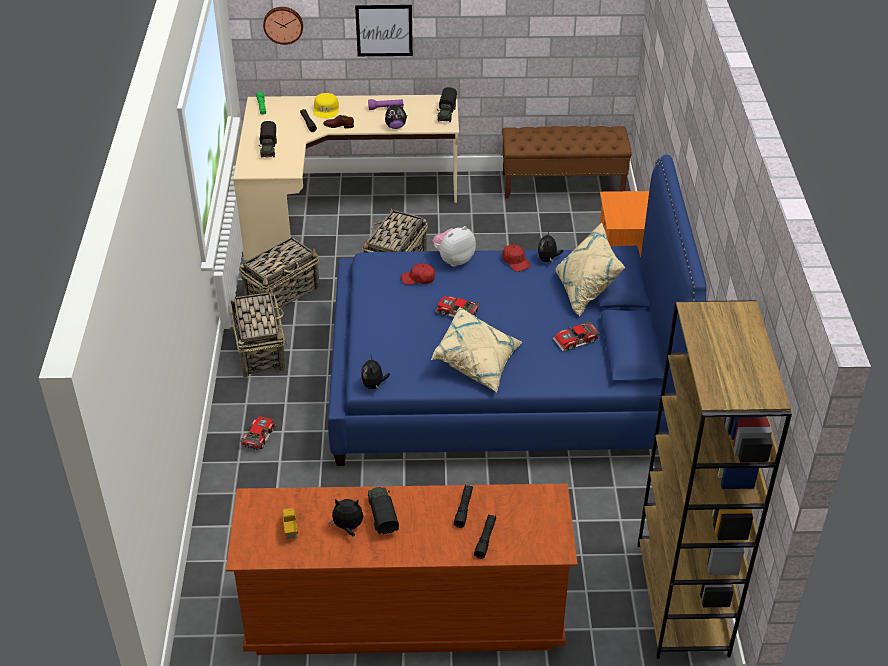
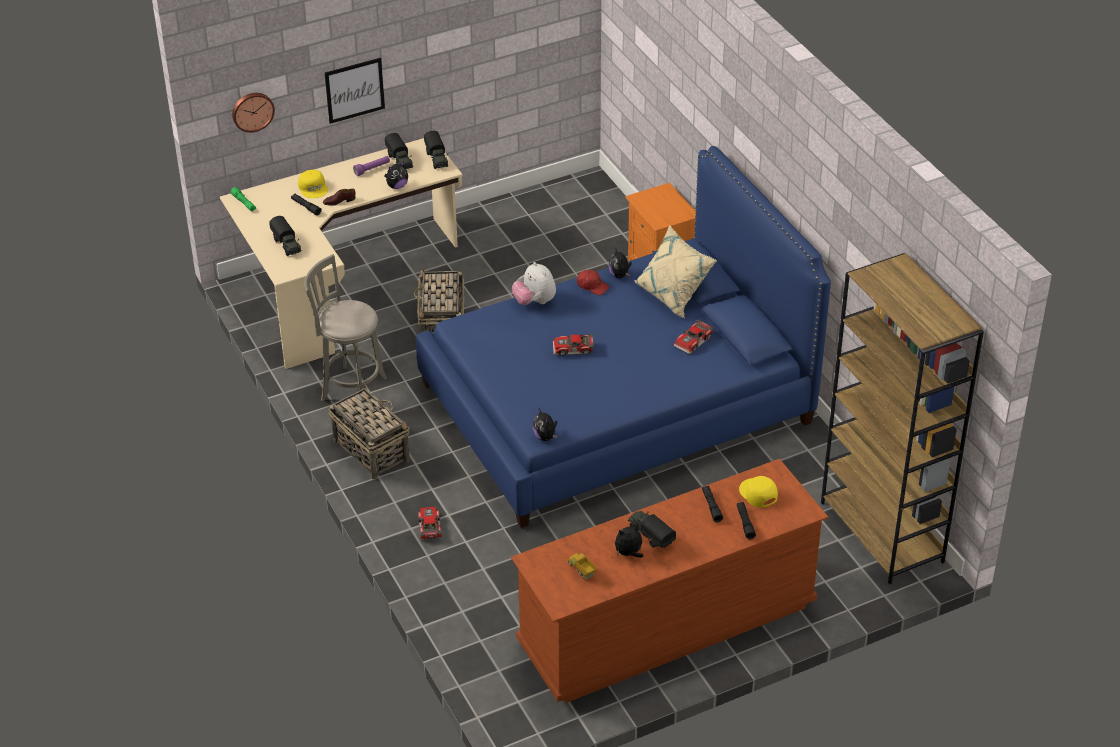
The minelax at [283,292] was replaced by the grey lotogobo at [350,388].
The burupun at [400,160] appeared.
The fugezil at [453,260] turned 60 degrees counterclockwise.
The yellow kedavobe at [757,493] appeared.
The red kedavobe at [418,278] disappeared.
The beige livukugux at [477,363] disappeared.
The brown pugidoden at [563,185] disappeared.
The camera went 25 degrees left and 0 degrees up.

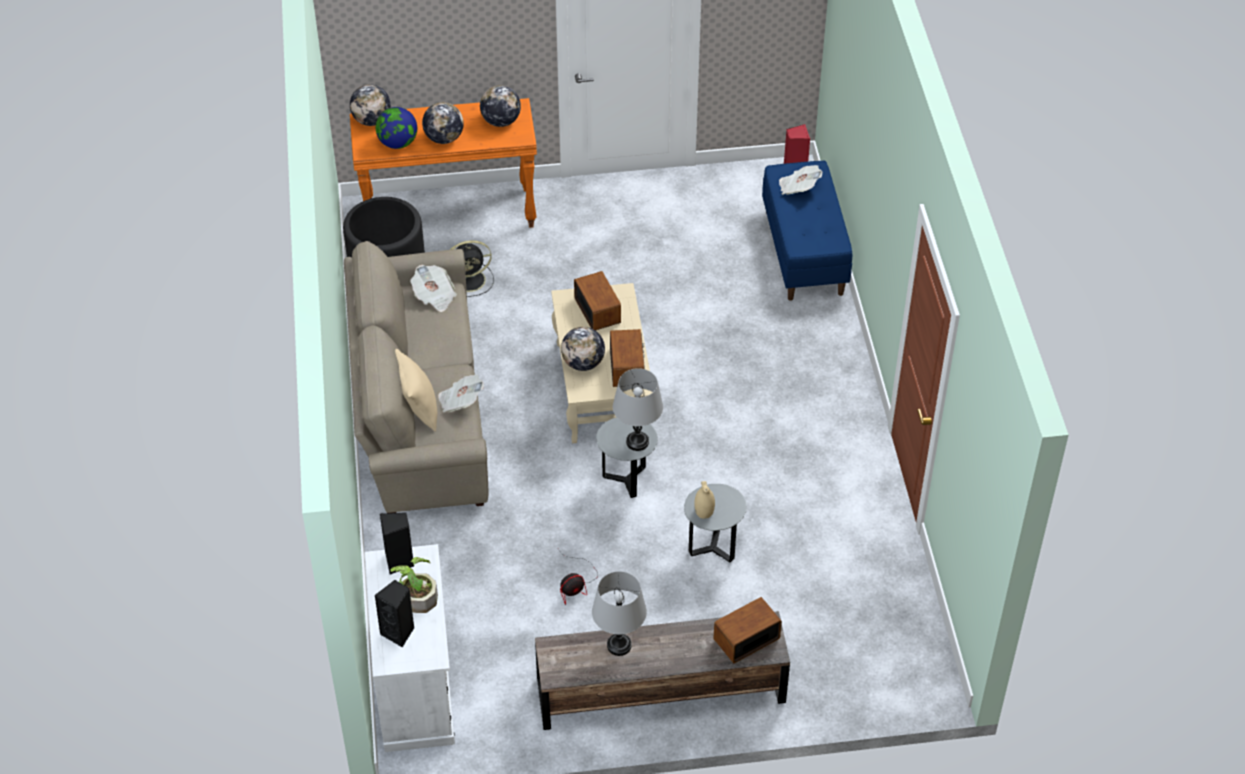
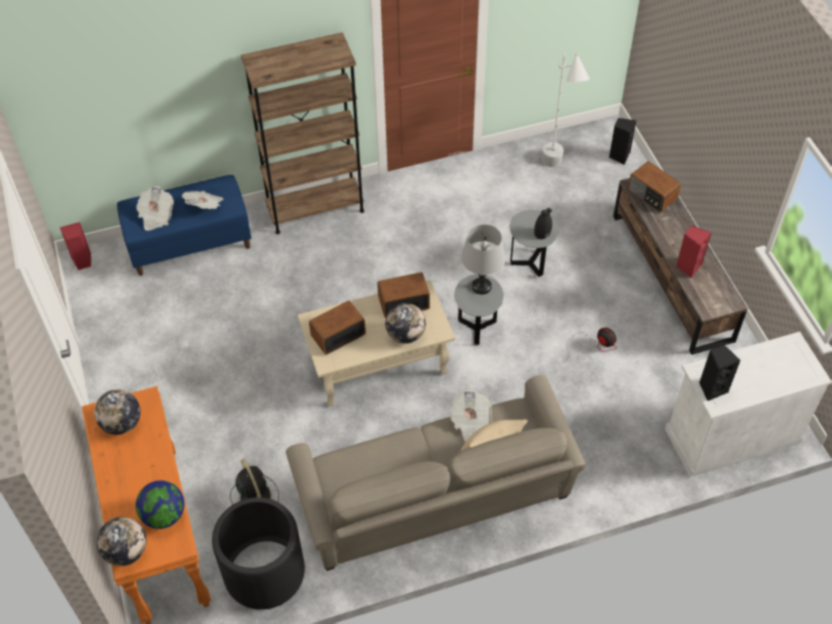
The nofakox moved from [434,296] to [205,206].
The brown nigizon at [315,208] appeared.
The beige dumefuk at [704,512] became the black dumefuk at [542,234].
The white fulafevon at [557,172] appeared.
The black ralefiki moved from [399,632] to [619,156].
The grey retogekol at [619,645] was replaced by the red ralefiki at [688,267].
The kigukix at [416,596] disappeared.
The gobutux at [444,138] disappeared.
The camera went 100 degrees left and 5 degrees up.

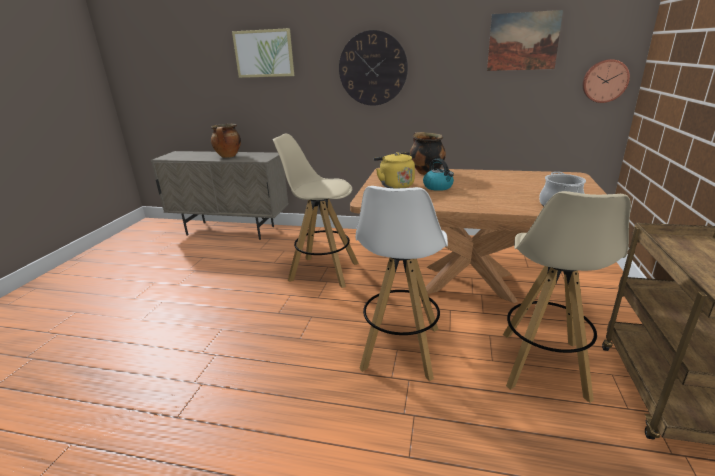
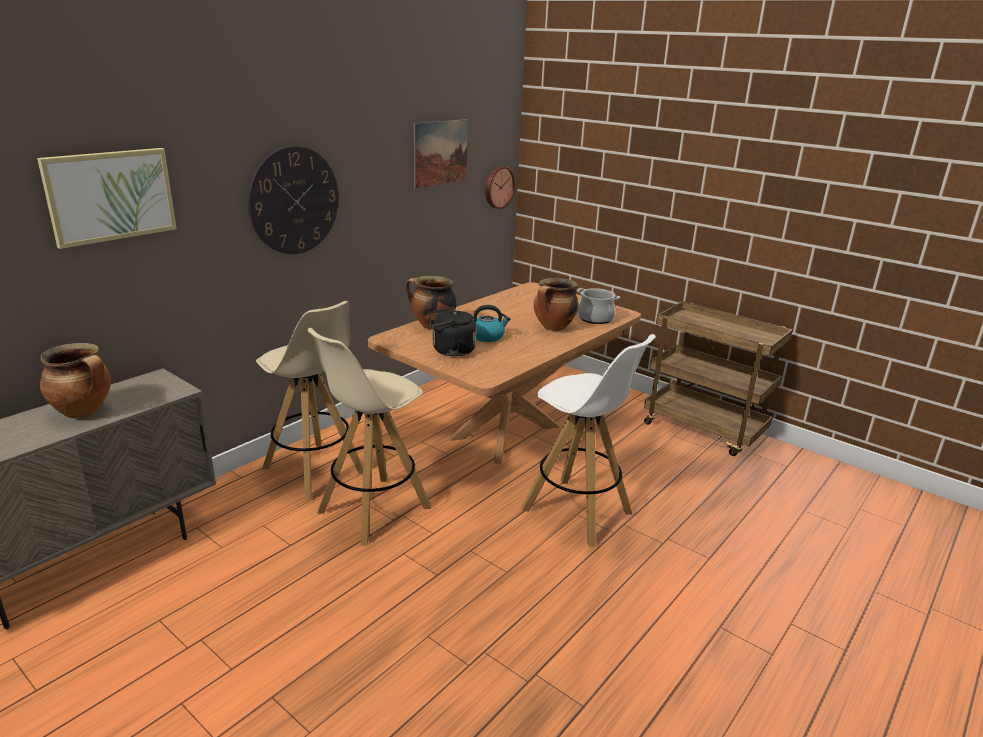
The beige lotogobo moved from [543,365] to [314,471].
The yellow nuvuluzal at [395,185] became the black nuvuluzal at [450,351].
The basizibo at [553,328] appeared.
The camera went 65 degrees left and 0 degrees up.

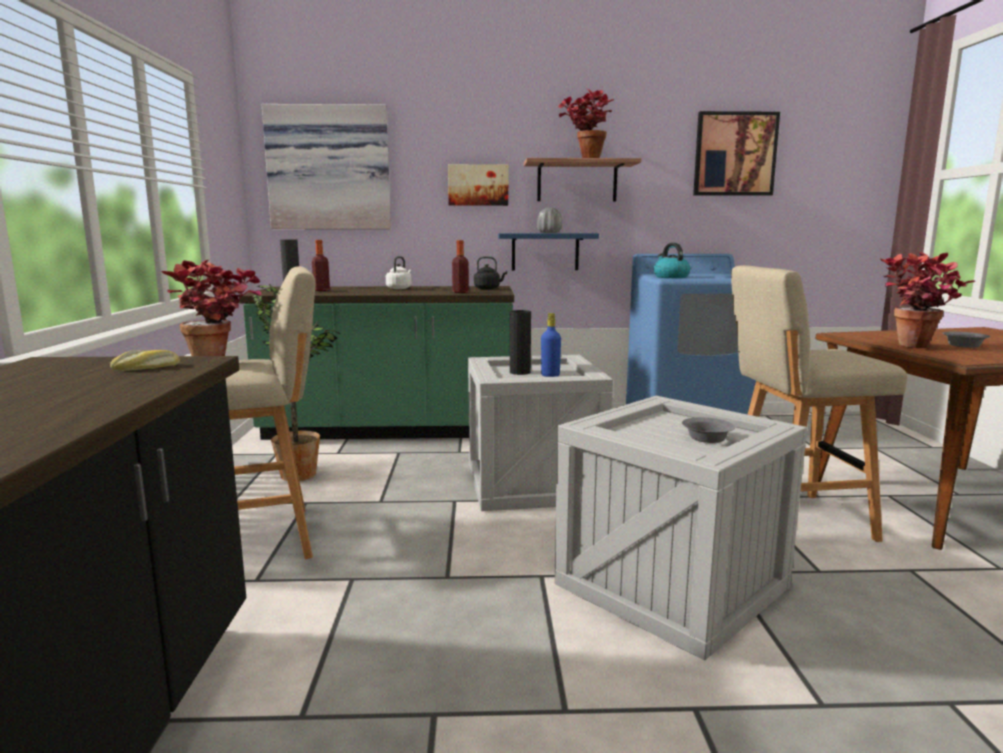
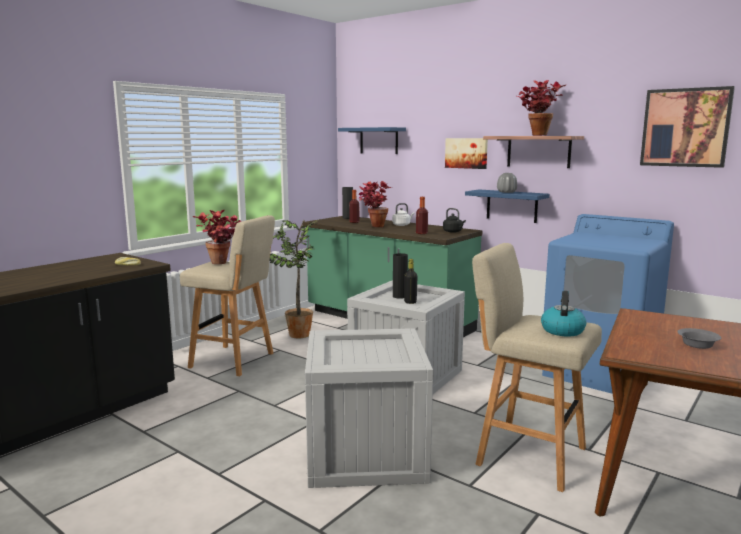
The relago at [329,168] was replaced by the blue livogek at [379,140].
The kigukix moved from [915,348] to [373,227].
The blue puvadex at [550,375] became the black puvadex at [410,302].
The nuvuluzal moved from [670,277] to [562,330].
The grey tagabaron at [706,438] disappeared.
The camera went 40 degrees right and 0 degrees up.

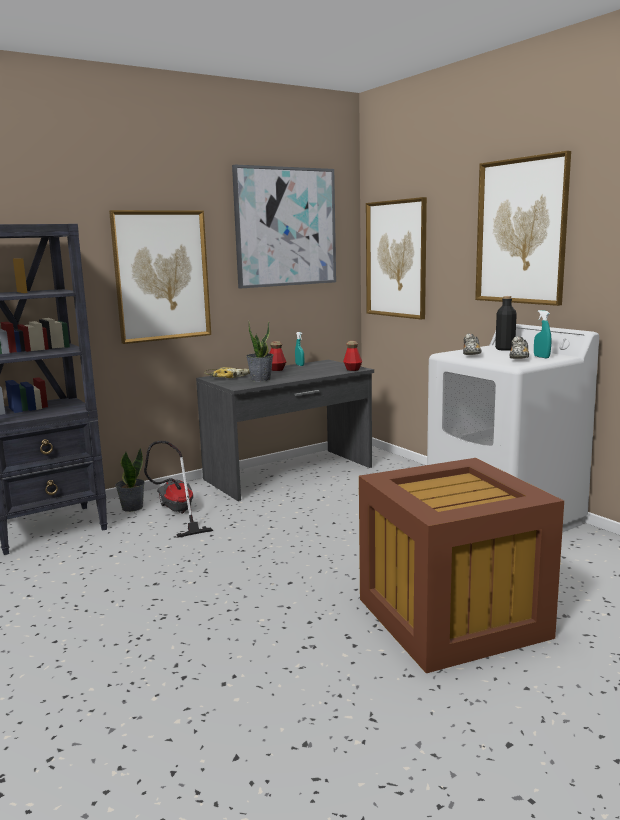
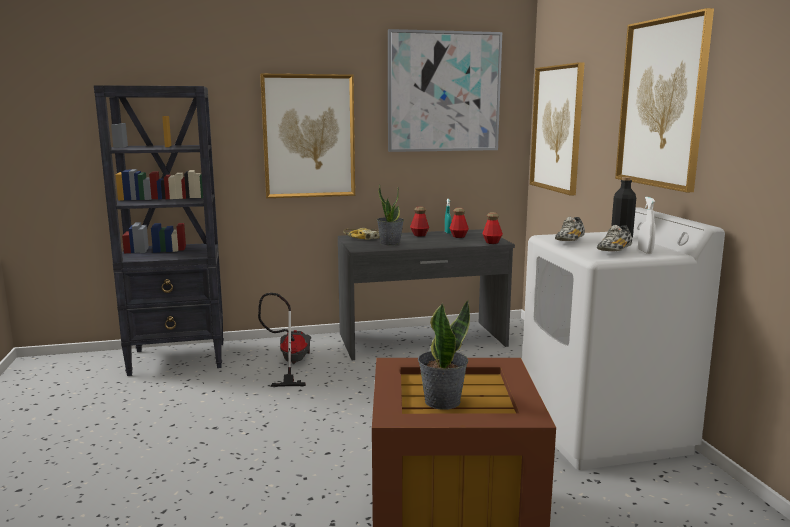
The kigukix moved from [132,507] to [441,401].
The puvadex at [458,236] appeared.
The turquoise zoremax at [541,357] became the white zoremax at [645,252].
The camera went 20 degrees right and 0 degrees up.

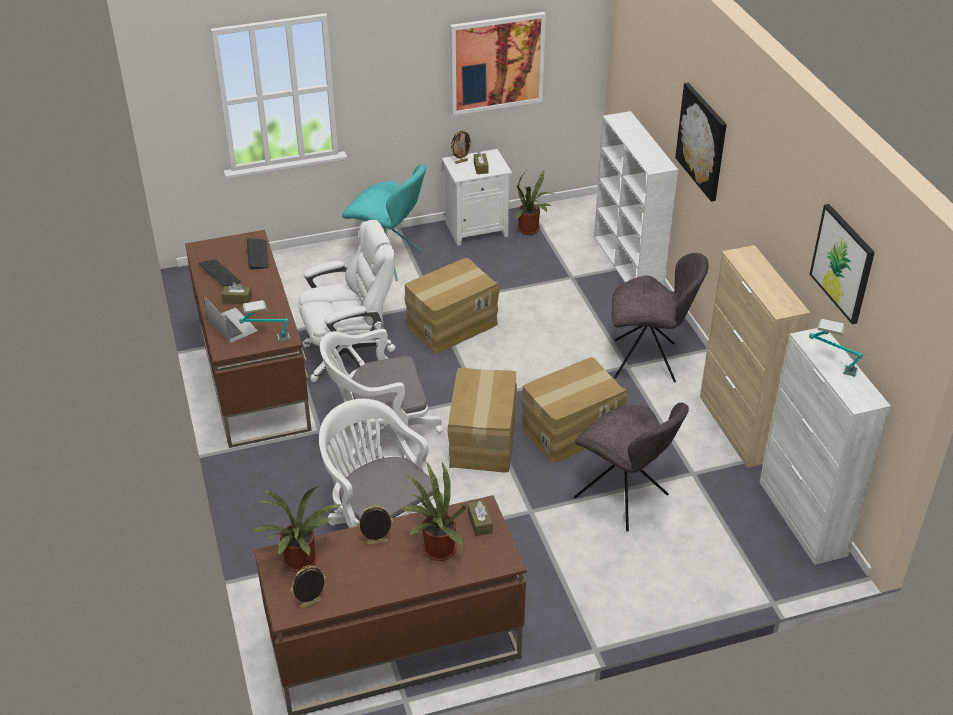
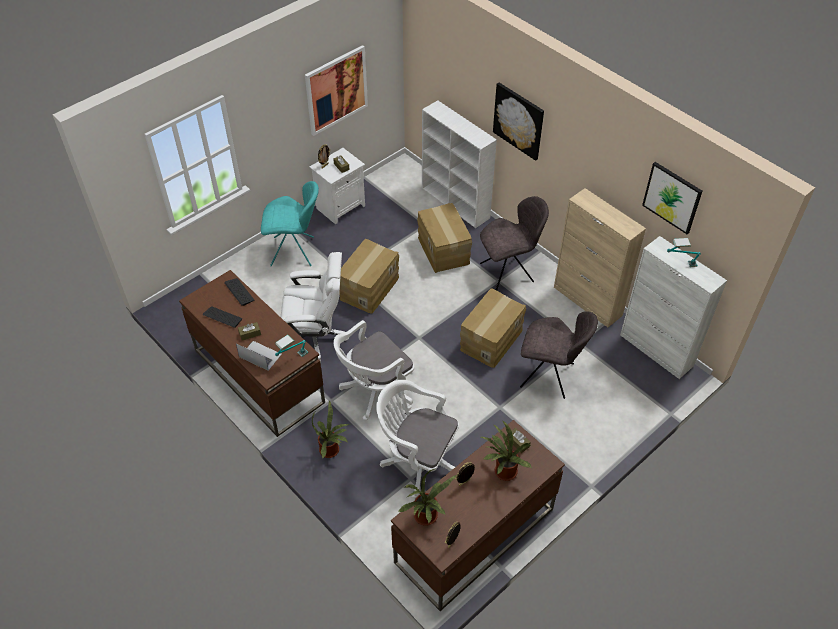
The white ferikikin at [350,356] turned 45 degrees clockwise.
The kigukix moved from [530,230] to [331,450].
The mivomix moved from [484,440] to [444,250].
The camera went 25 degrees left and 10 degrees up.

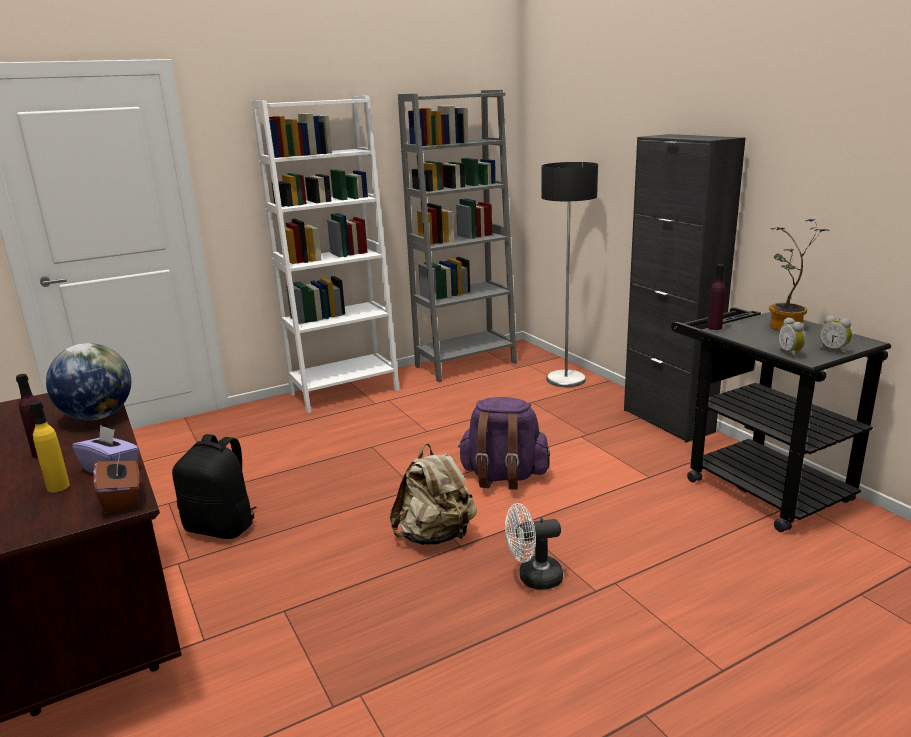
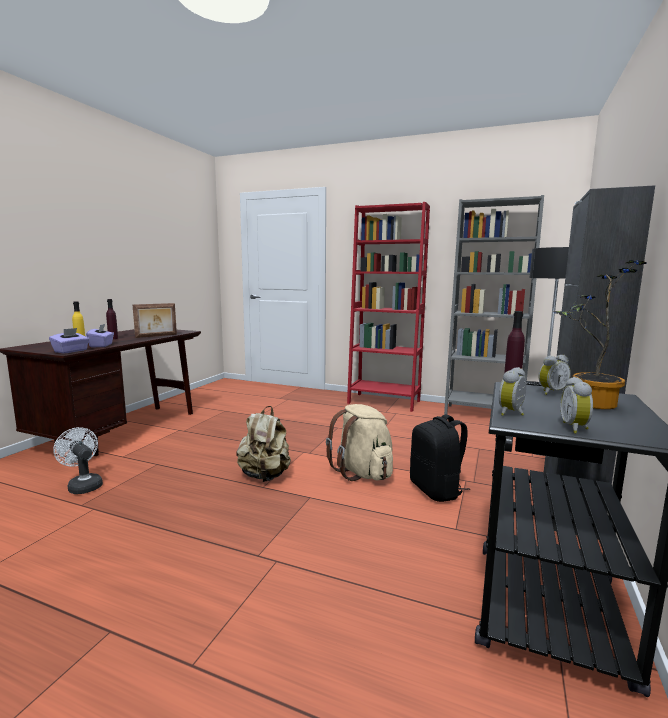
The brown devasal at [122,499] became the purple devasal at [71,351].
The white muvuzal moved from [533,578] to [83,485].
The gobutux at [97,416] was replaced by the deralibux at [156,336].
The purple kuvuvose at [503,477] became the beige kuvuvose at [362,472].
The white nigizon at [344,392] became the red nigizon at [384,402].
The black kuvuvose moved from [222,527] to [436,490].
The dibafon at [550,392] appeared.
The camera went 50 degrees right and 10 degrees down.

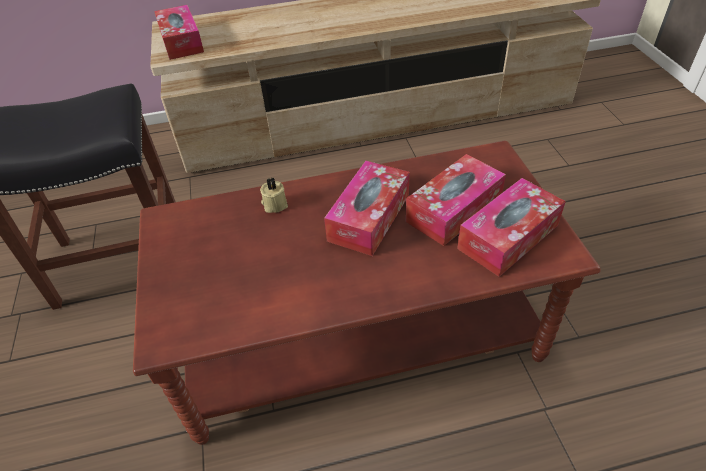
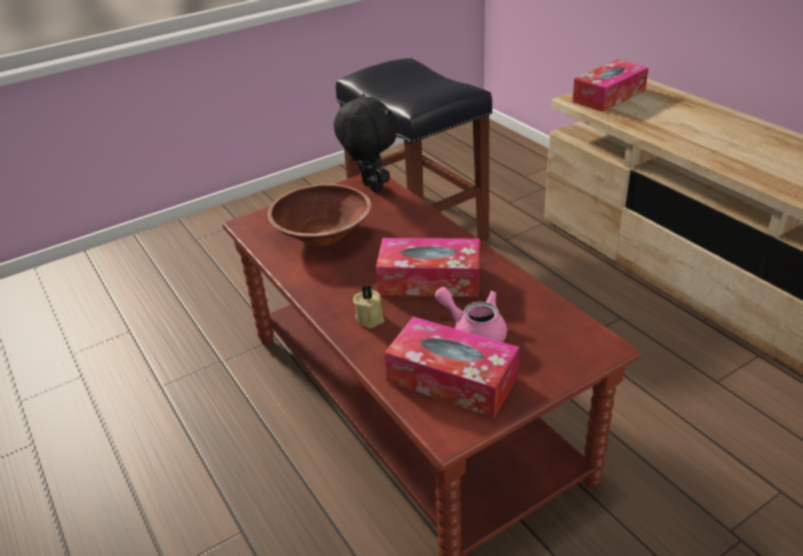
The brown tagabaron at [322,235] appeared.
The black fugezil at [370,187] appeared.
The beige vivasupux moved from [274,204] to [370,317].
The devasal at [454,209] was replaced by the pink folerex at [474,332].
The camera went 70 degrees right and 10 degrees down.

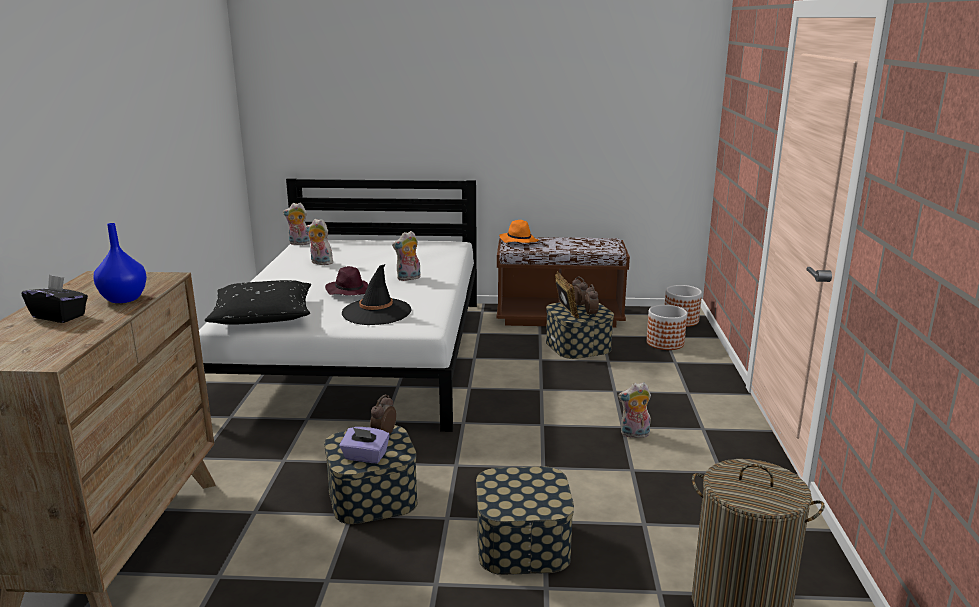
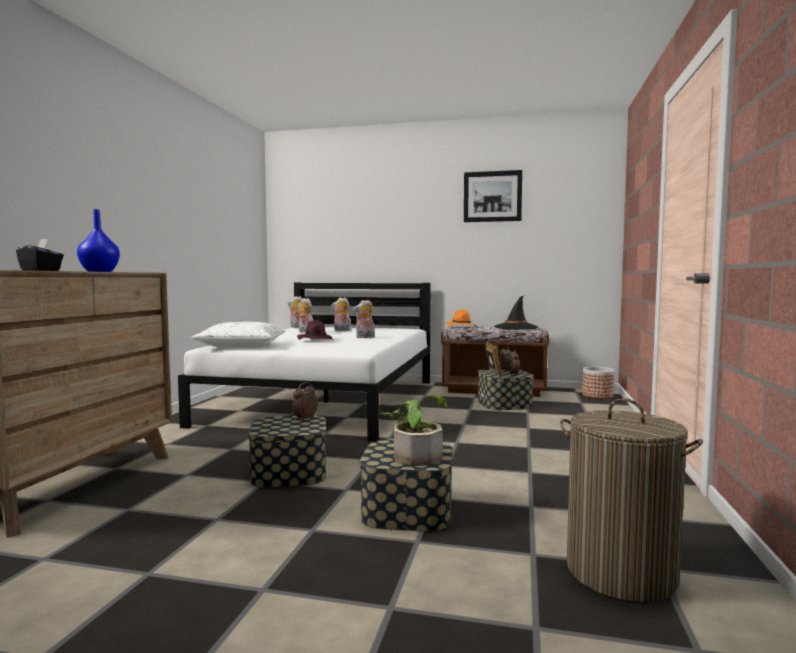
The black livukugux at [262,315] became the white livukugux at [241,346].
The fugezil moved from [634,434] to [341,330].
The kigukix at [416,455] appeared.
The relago at [492,196] appeared.
The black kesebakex moved from [376,312] to [515,327].
The purple devasal at [365,457] disappeared.
The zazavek at [665,343] disappeared.
The camera went 10 degrees right and 15 degrees down.

